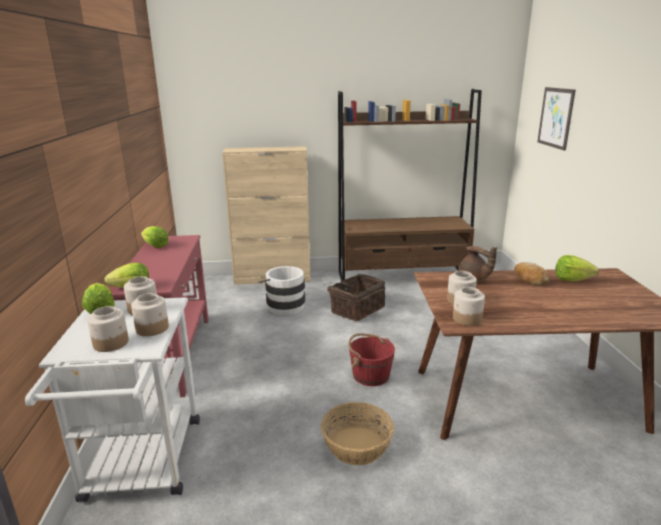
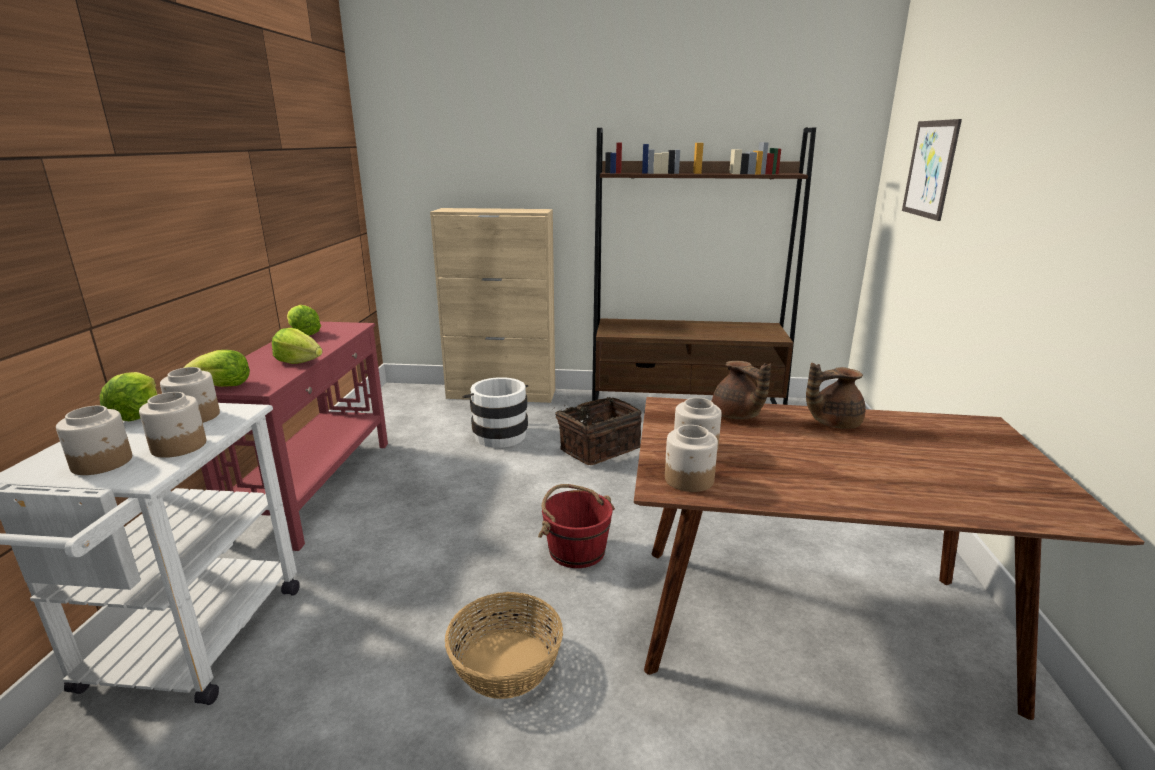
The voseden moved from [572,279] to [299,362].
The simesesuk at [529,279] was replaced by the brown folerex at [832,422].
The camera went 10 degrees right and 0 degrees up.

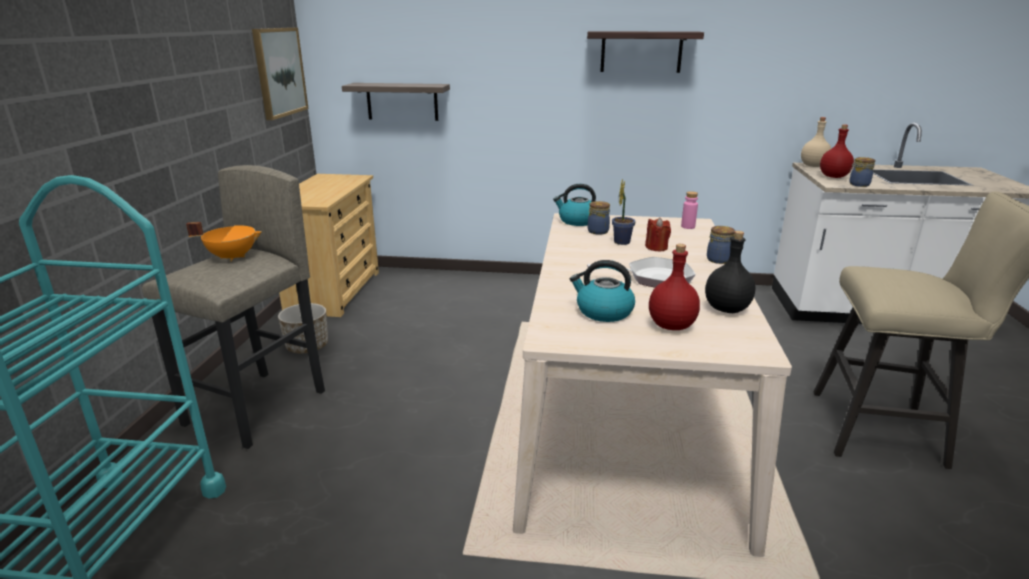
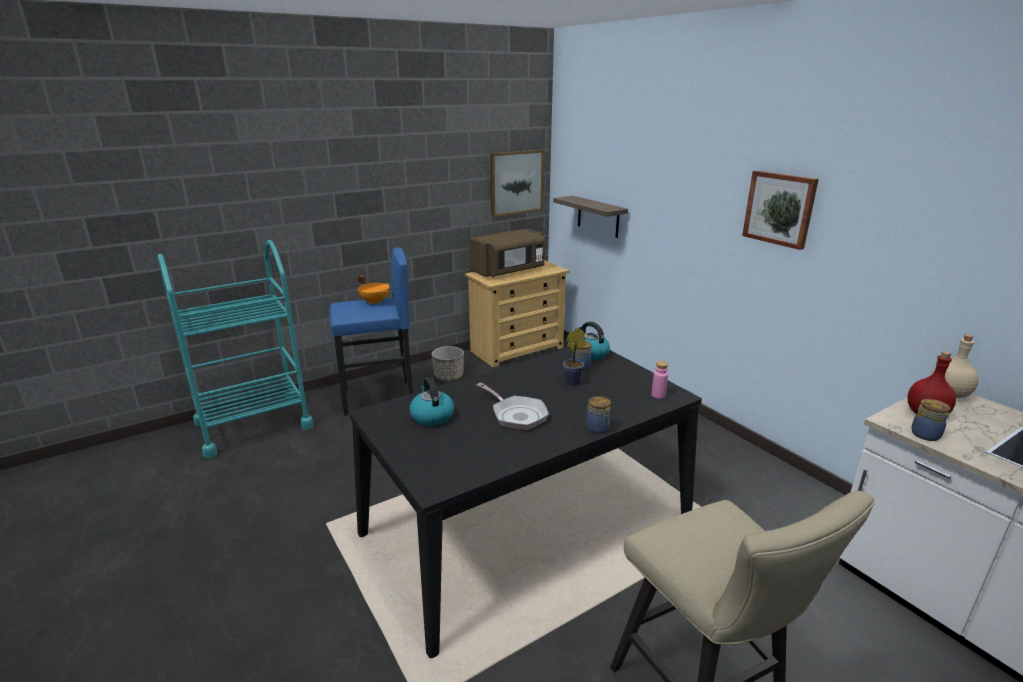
The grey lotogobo at [257,408] became the blue lotogobo at [378,398].
The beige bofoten at [626,415] became the black bofoten at [527,526].
The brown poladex at [509,271] appeared.
The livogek at [641,52] was replaced by the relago at [780,208].
The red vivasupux at [656,247] disappeared.
The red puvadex at [671,326] disappeared.
The black puvadex at [727,309] disappeared.
The camera went 50 degrees right and 0 degrees up.

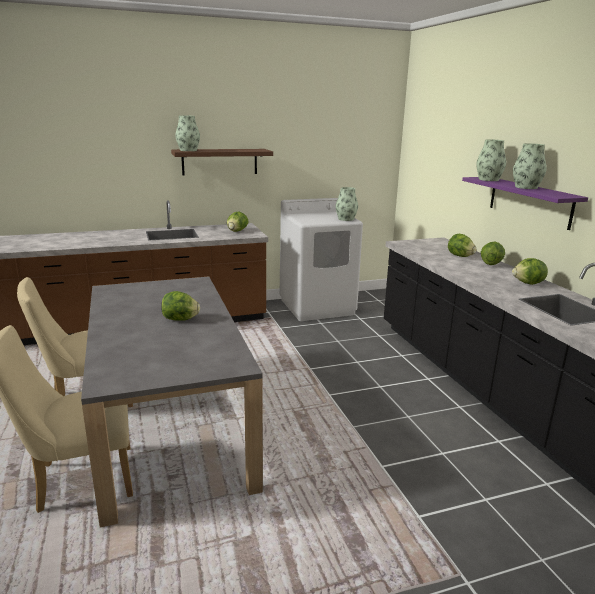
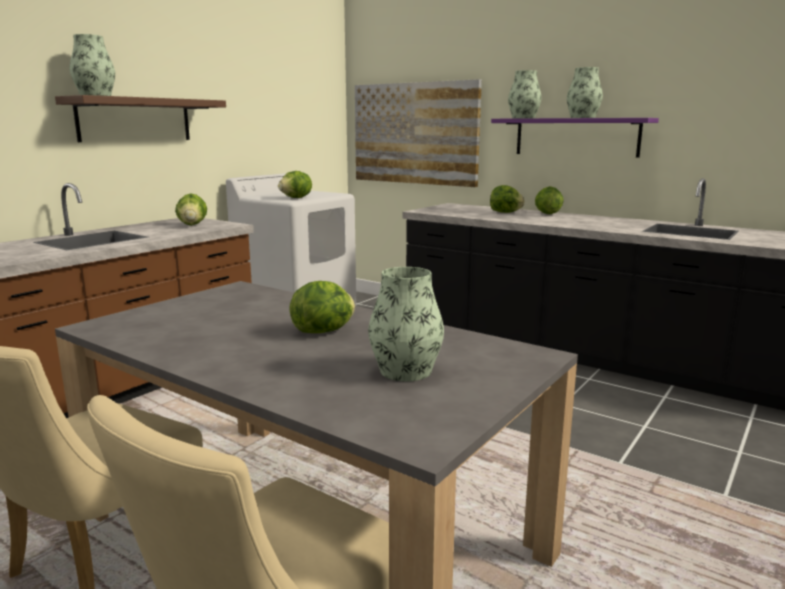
The voseden moved from [528,283] to [296,198].
The relago at [414,133] appeared.
The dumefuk moved from [346,219] to [405,371].
The camera went 35 degrees left and 5 degrees down.

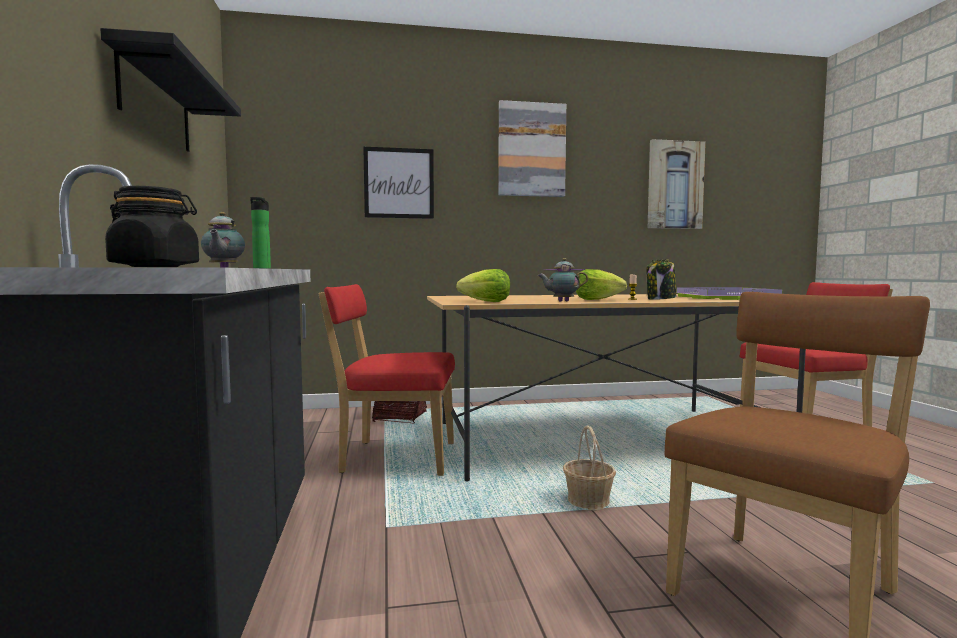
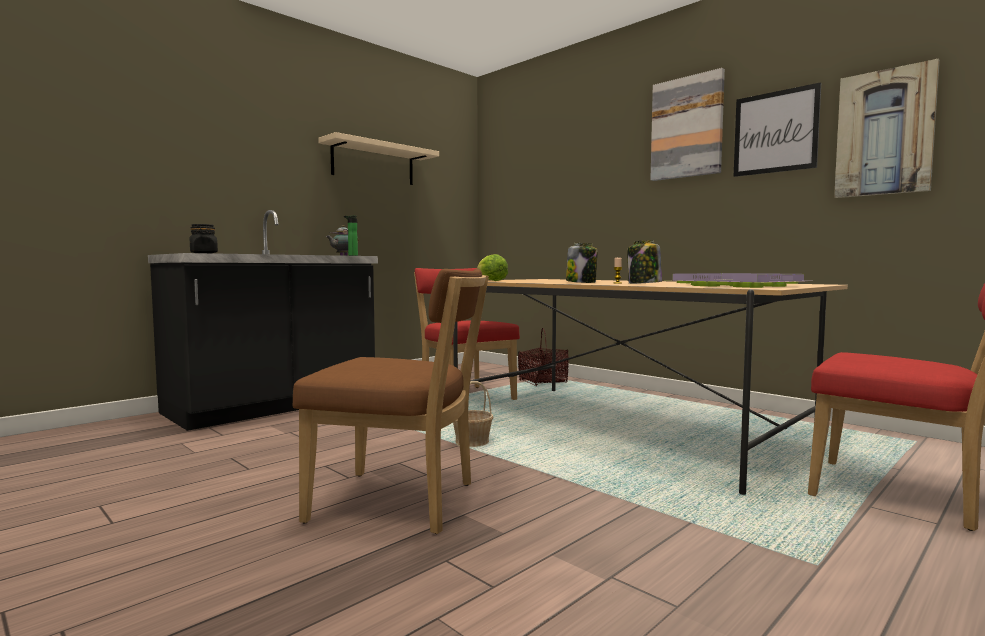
The black livogek at [156,104] became the beige livogek at [373,163].
The voseden at [597,300] was replaced by the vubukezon at [581,282].
The relago moved from [399,183] to [775,132].
The folerex at [561,301] disappeared.
The camera went 55 degrees right and 0 degrees up.

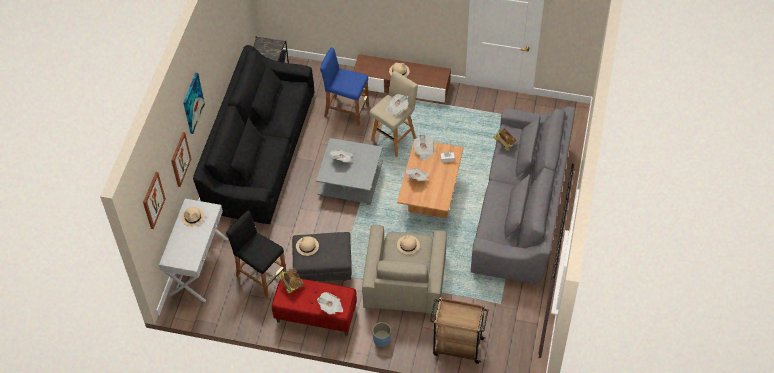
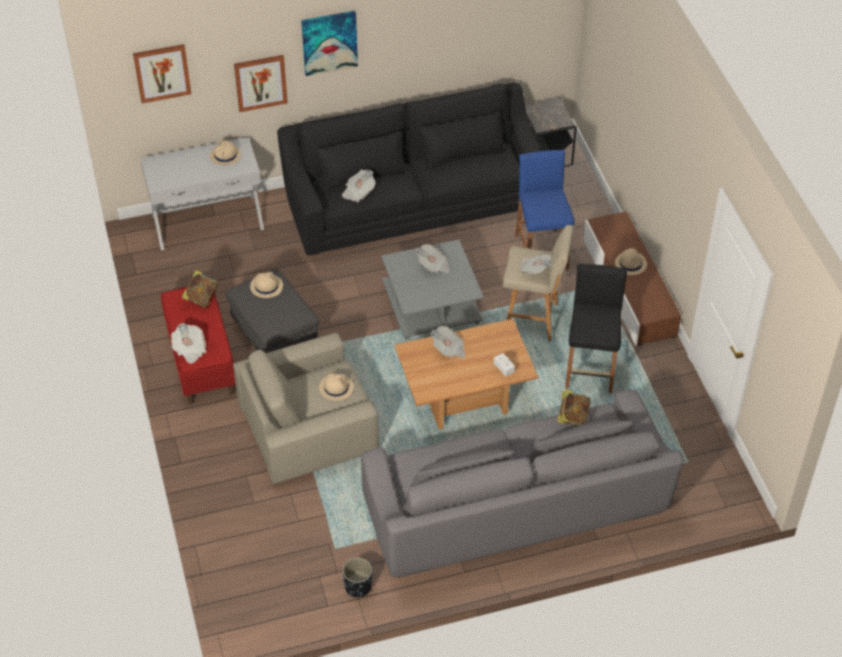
The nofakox moved from [424,151] to [358,192].
The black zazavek at [358,586] appeared.
The black lotogobo moved from [261,276] to [590,368].
The blue zazavek at [382,339] disappeared.
The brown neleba at [457,346] disappeared.
The camera went 60 degrees right and 5 degrees down.

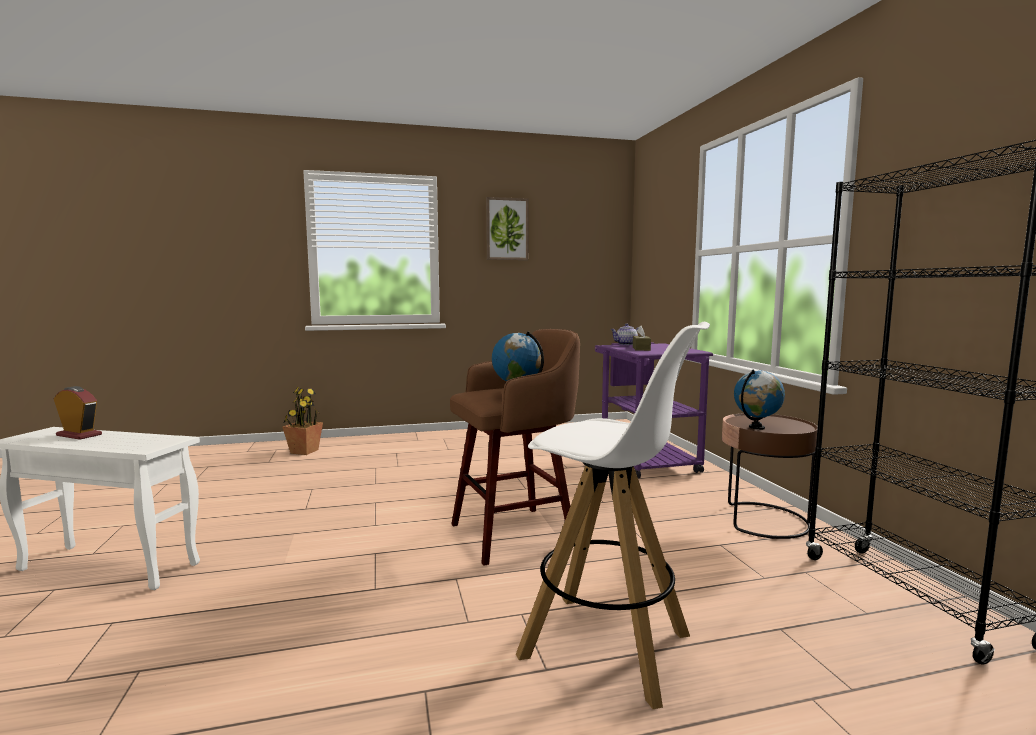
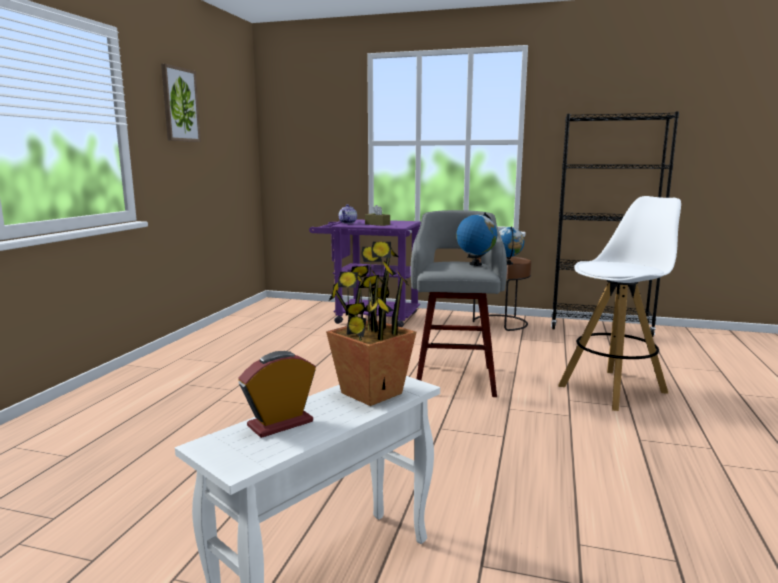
The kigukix moved from [304,451] to [371,393].
The brown lotogobo at [516,534] became the grey lotogobo at [455,378].
The camera went 60 degrees left and 5 degrees up.

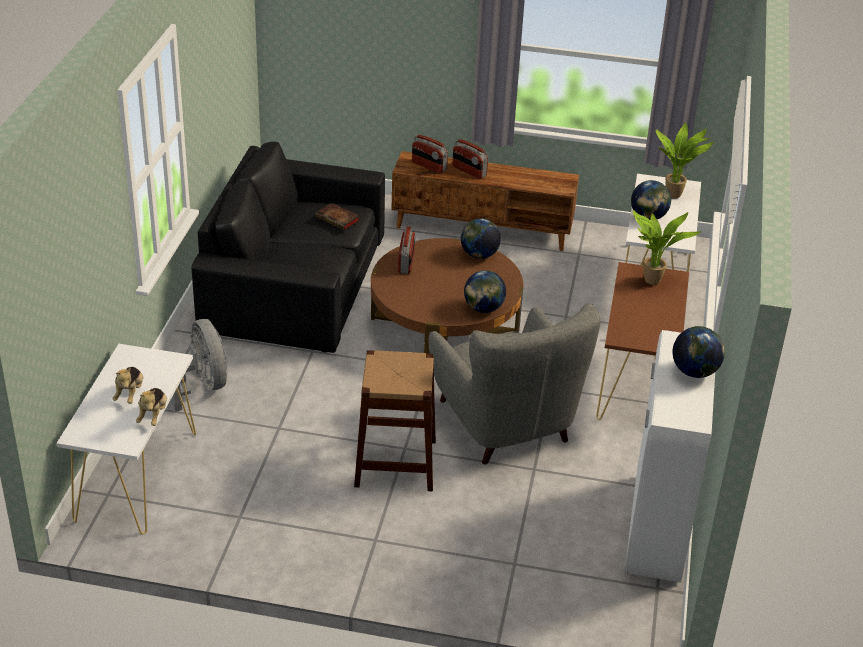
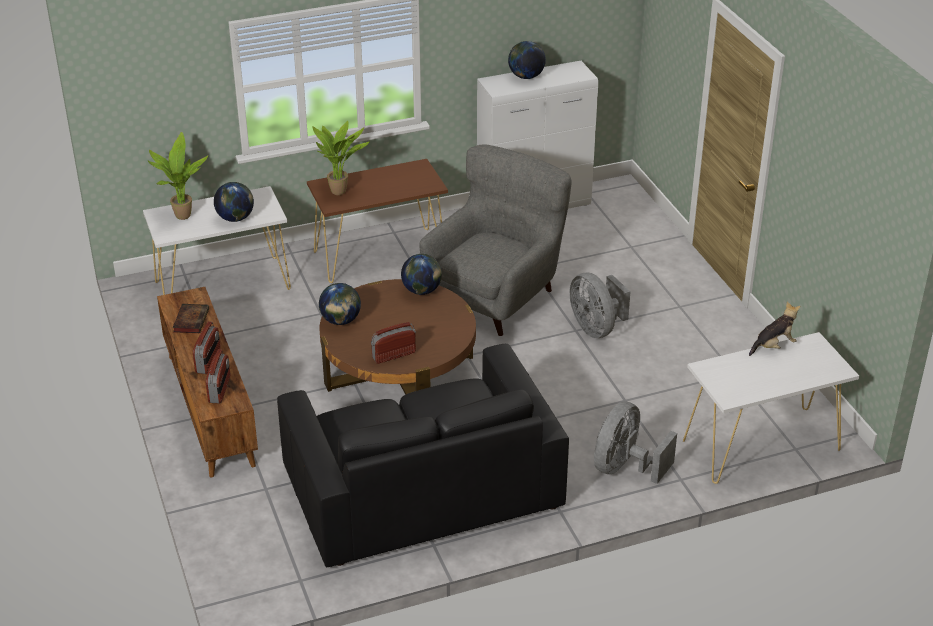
The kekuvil moved from [338,219] to [191,320].
The brown lotogobo at [395,463] was replaced by the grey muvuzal at [596,328].
The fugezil at [130,394] disappeared.
The camera went 120 degrees left and 0 degrees up.

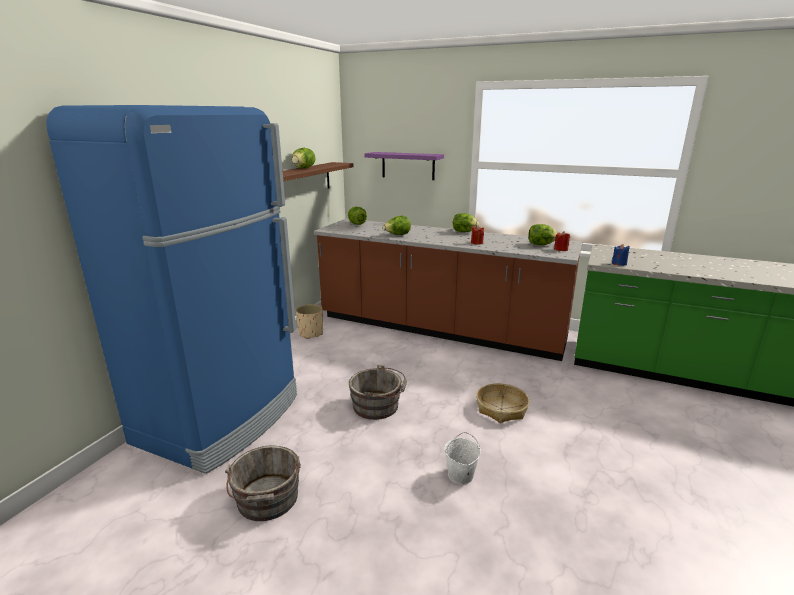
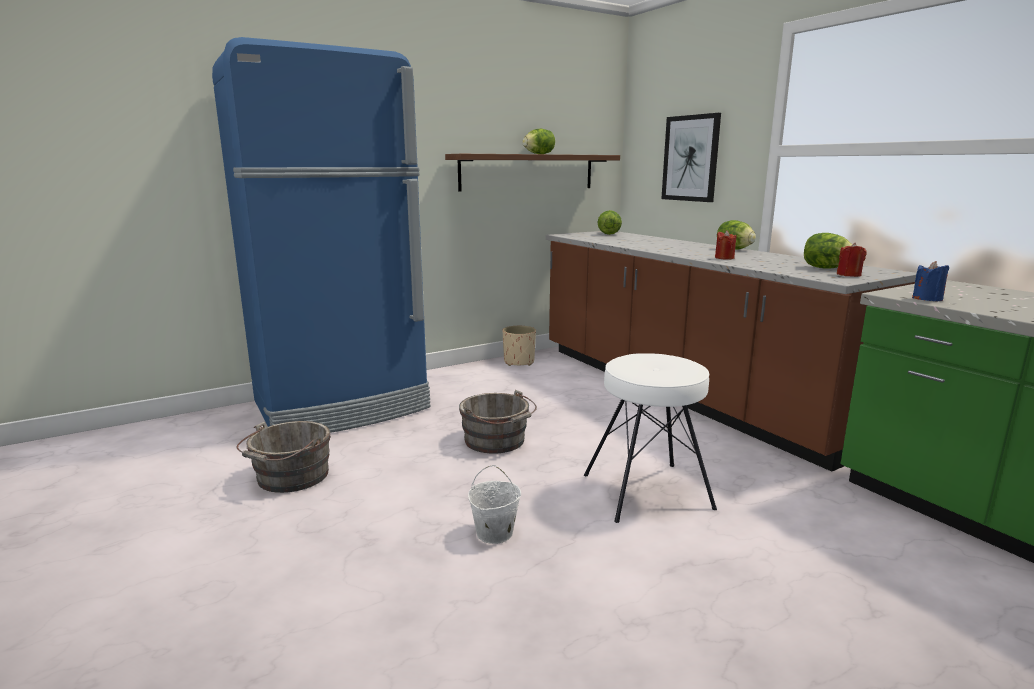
The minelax at [501,409] was replaced by the white lotogobo at [647,492].
The purple livogek at [408,165] was replaced by the relago at [690,158].
The voseden at [397,235] disappeared.
The camera went 35 degrees right and 5 degrees down.

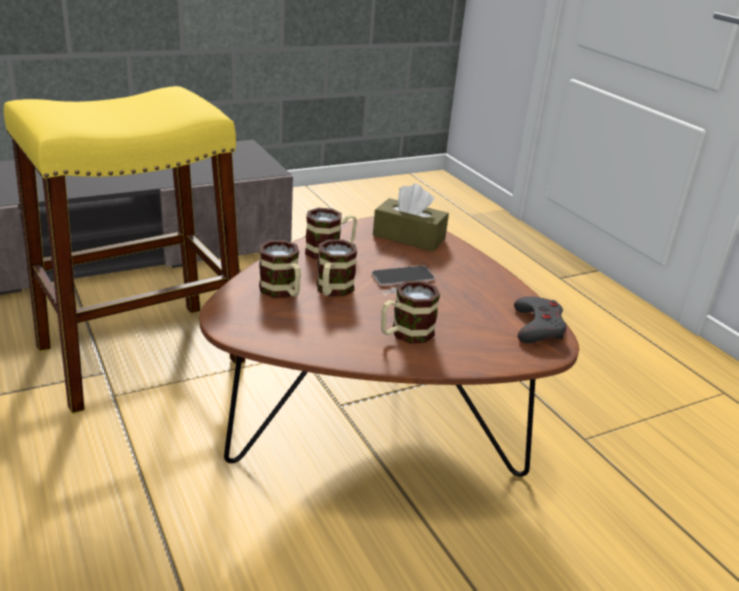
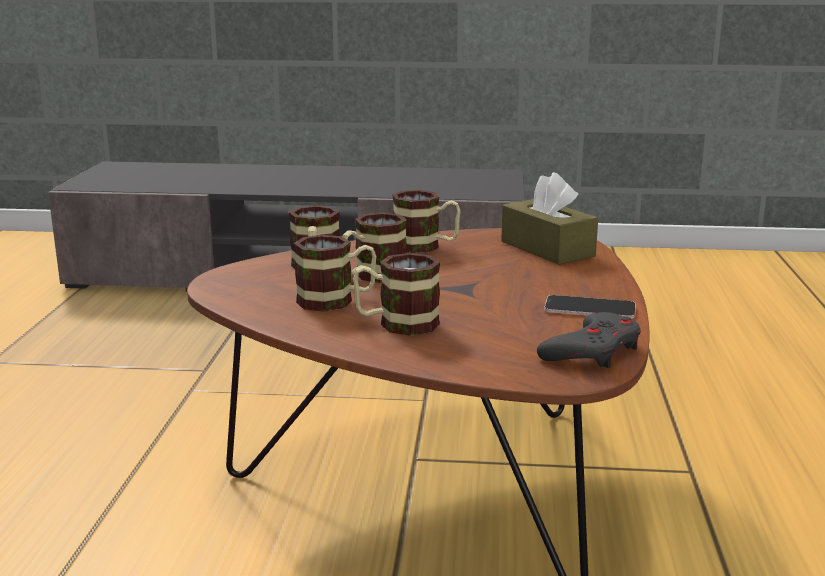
The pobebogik at [336,301] appeared.
The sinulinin moved from [402,277] to [590,309].
The yellow lotogobo at [141,354] disappeared.
The camera went 35 degrees right and 10 degrees down.

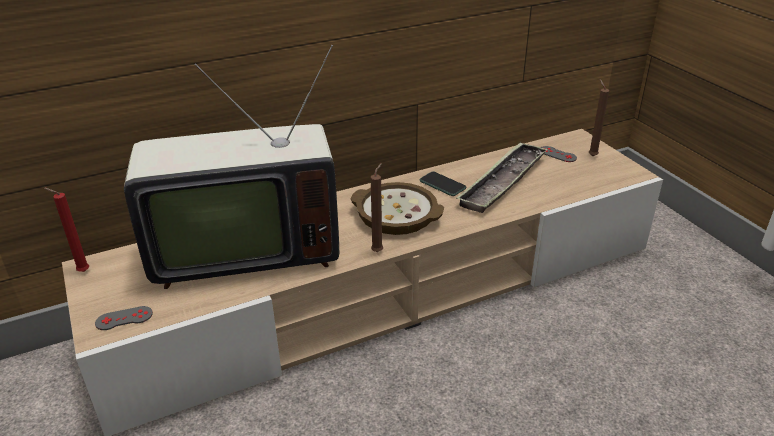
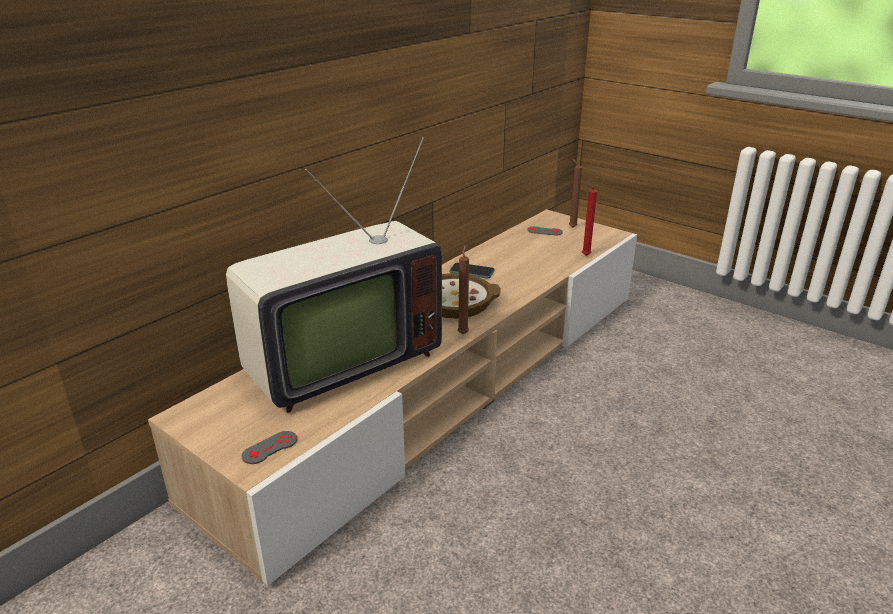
The red vivasupux moved from [81,272] to [584,256].
The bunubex at [502,182] disappeared.
The camera went 25 degrees left and 5 degrees down.

